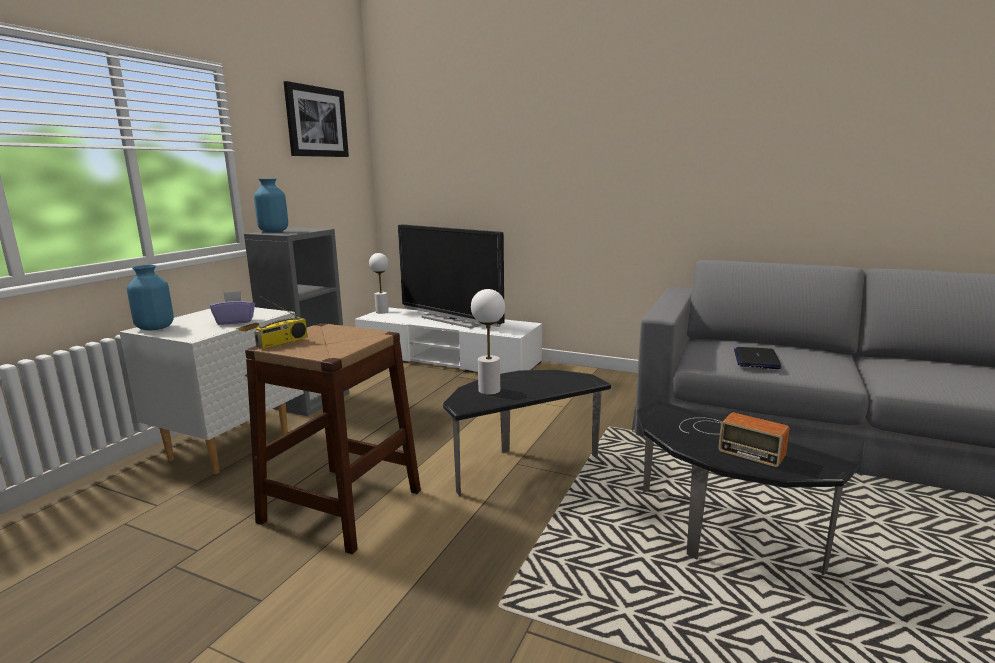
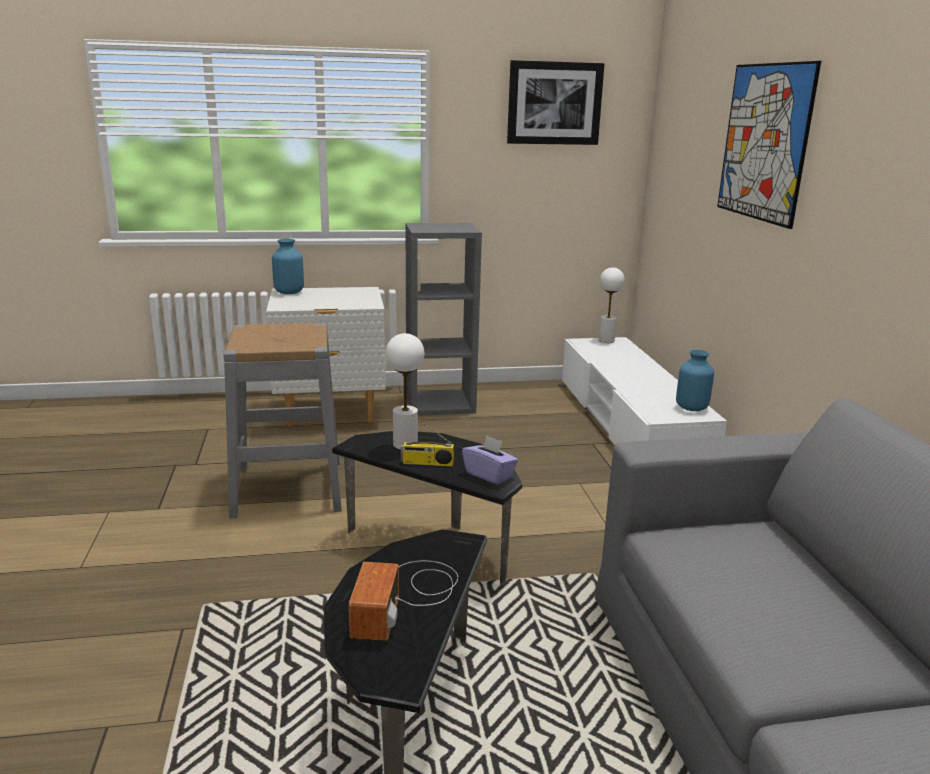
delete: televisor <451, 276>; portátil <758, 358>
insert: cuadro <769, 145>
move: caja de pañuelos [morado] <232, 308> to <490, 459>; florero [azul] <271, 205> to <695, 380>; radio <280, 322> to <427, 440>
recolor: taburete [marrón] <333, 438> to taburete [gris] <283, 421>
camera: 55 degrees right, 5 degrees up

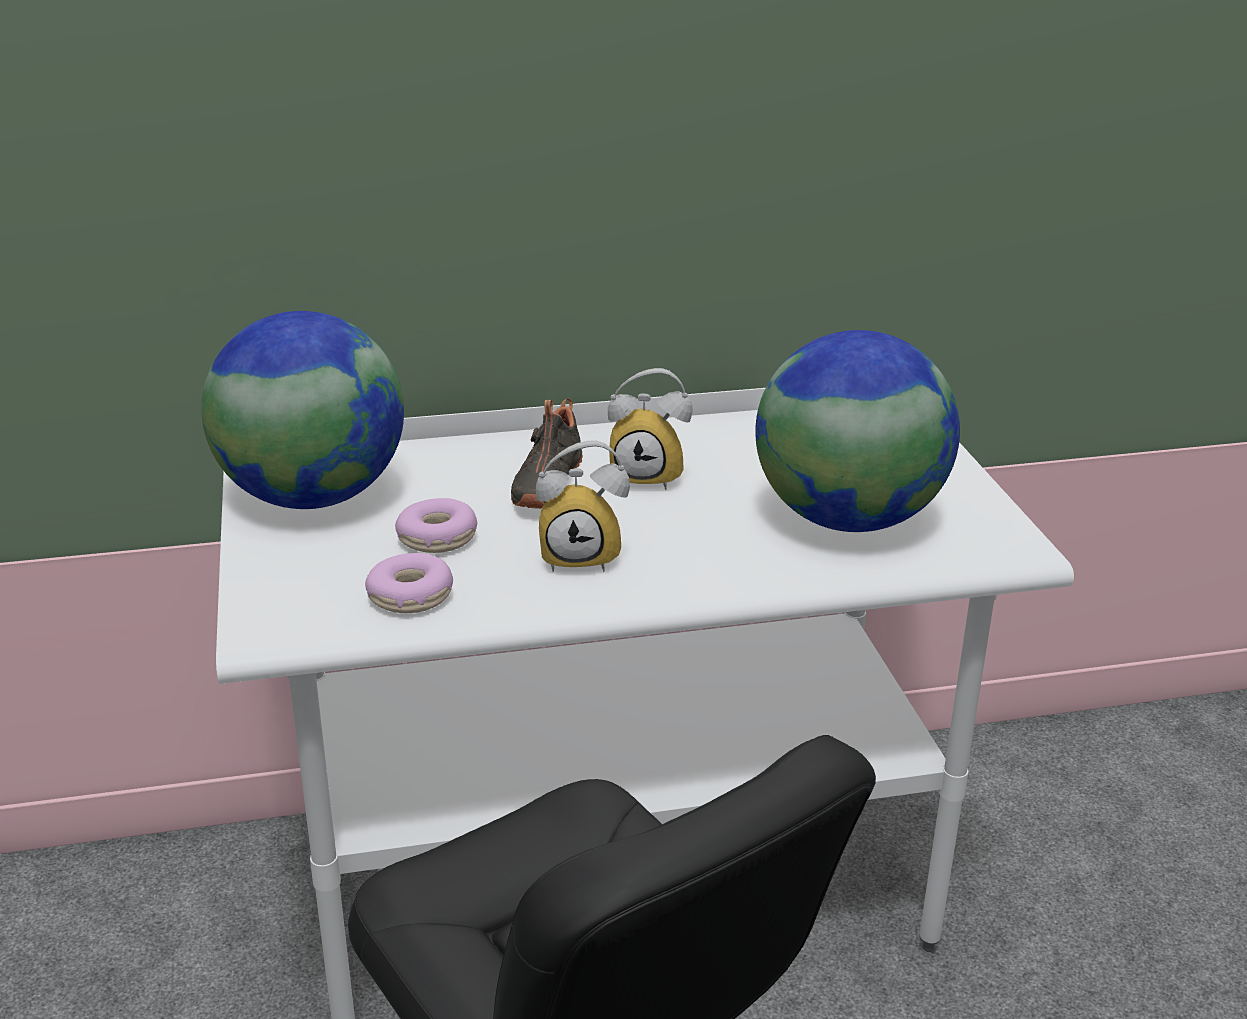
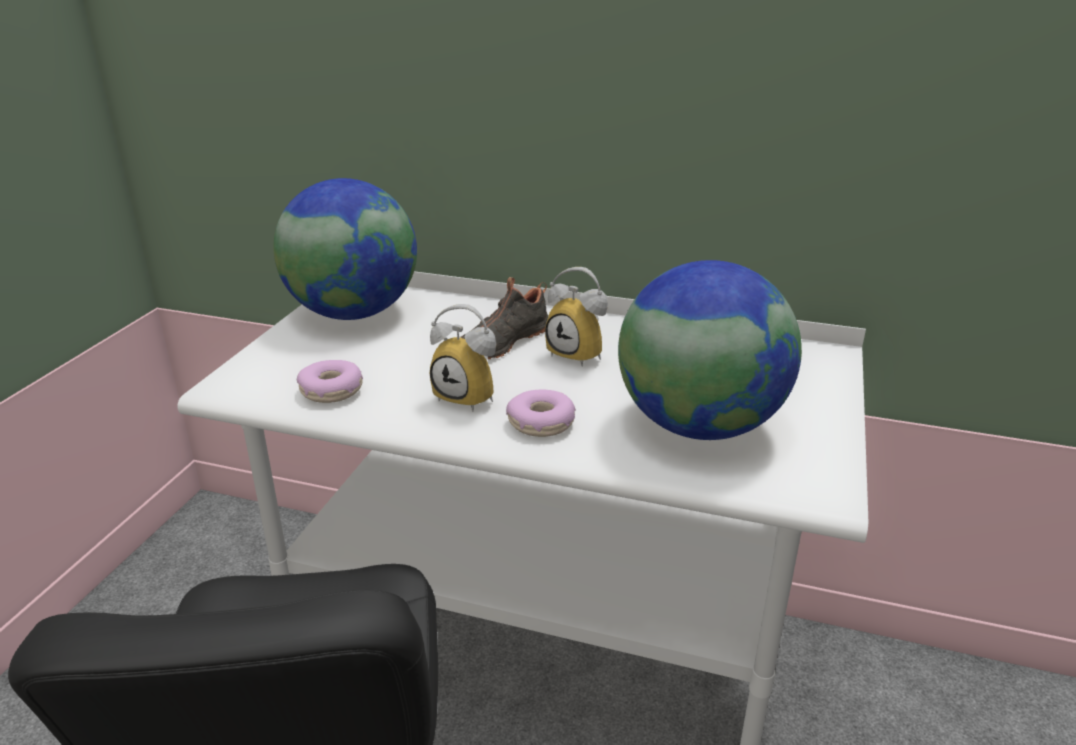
move: rosquilla <436, 525> to <541, 413>
camera: 30 degrees right, 0 degrees up

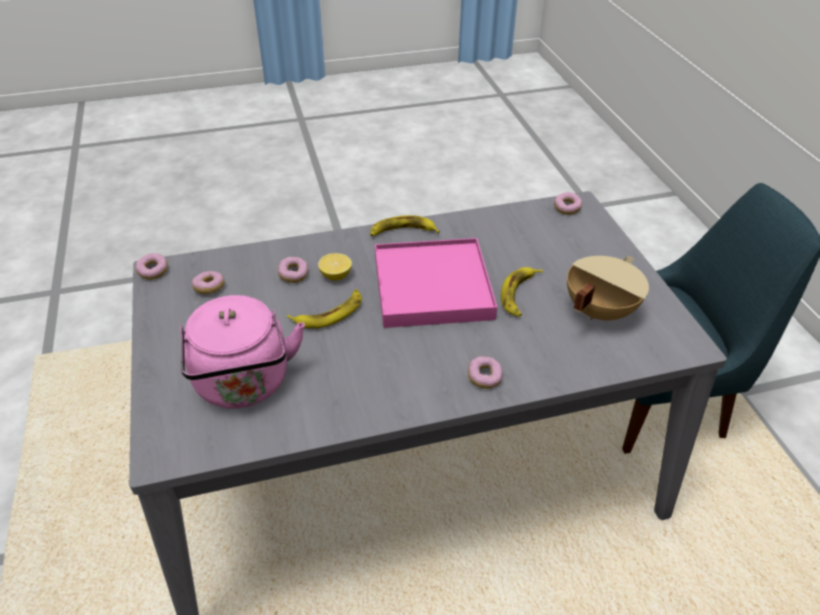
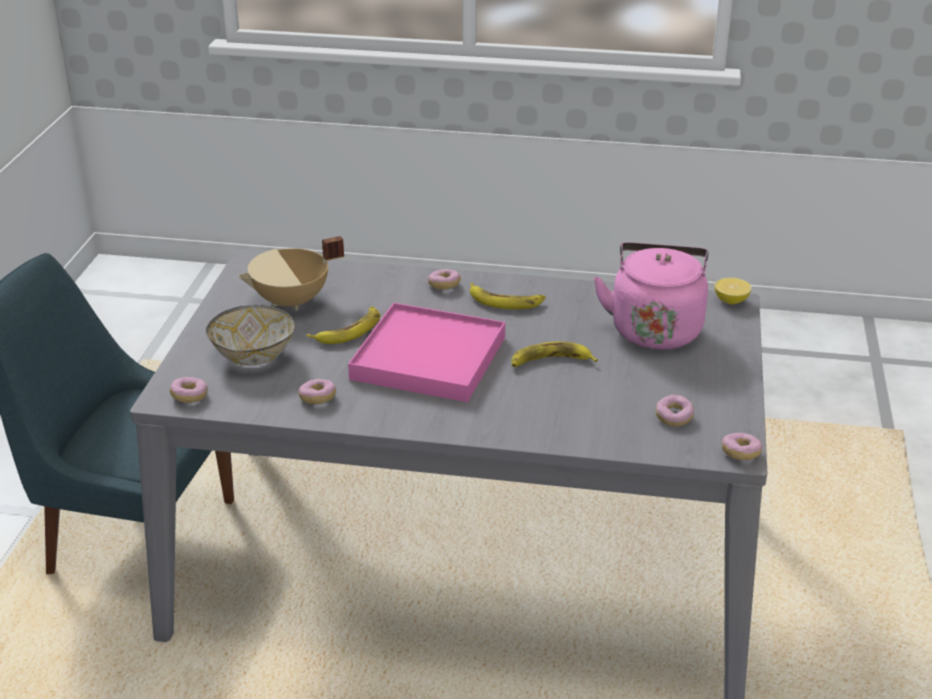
insert: cuenco <250, 335>
move: rosquilla <293, 270> to <317, 391>; limón <335, 266> to <732, 291>; plátano <405, 225> to <508, 296>
camera: 155 degrees left, 10 degrees down

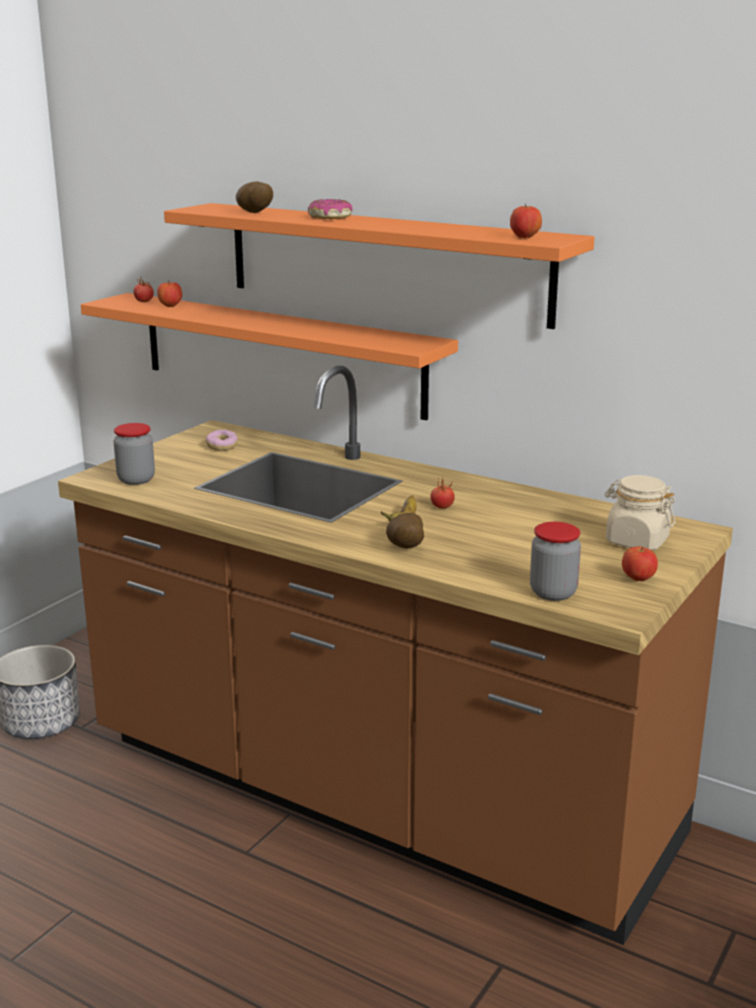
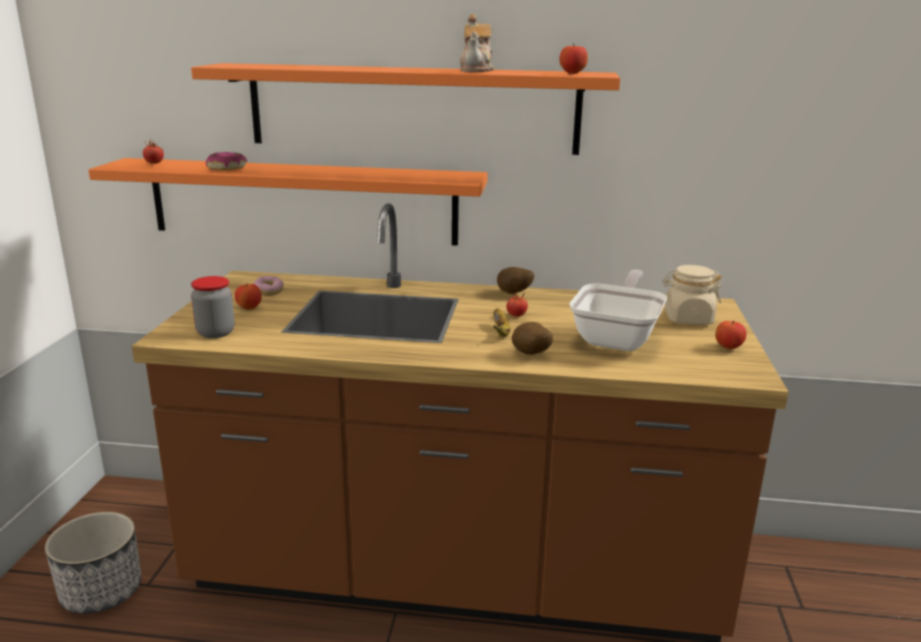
delete: tarro <555, 561>
insert: tetera <477, 43>; sartén <618, 310>
move: manzana <169, 294> to <248, 297>; patata <254, 197> to <515, 280>; rosquilla <330, 209> to <226, 161>
camera: 25 degrees left, 0 degrees up

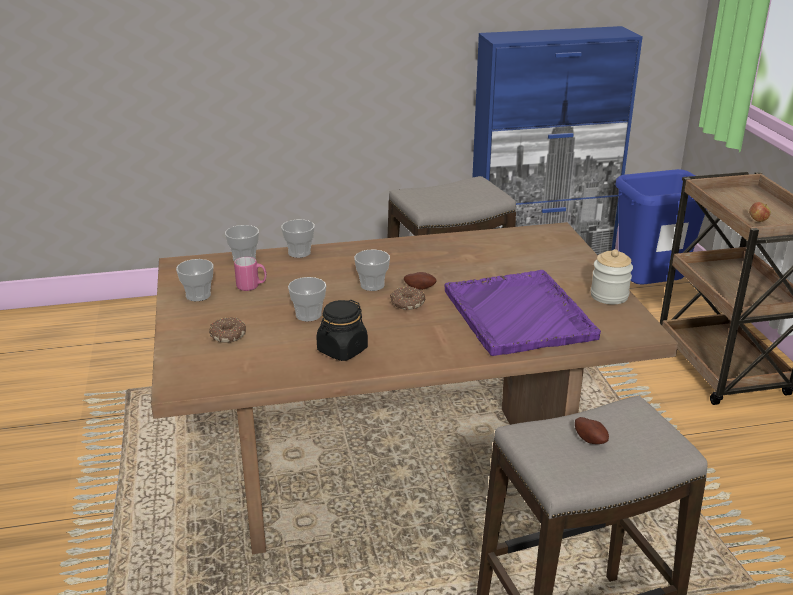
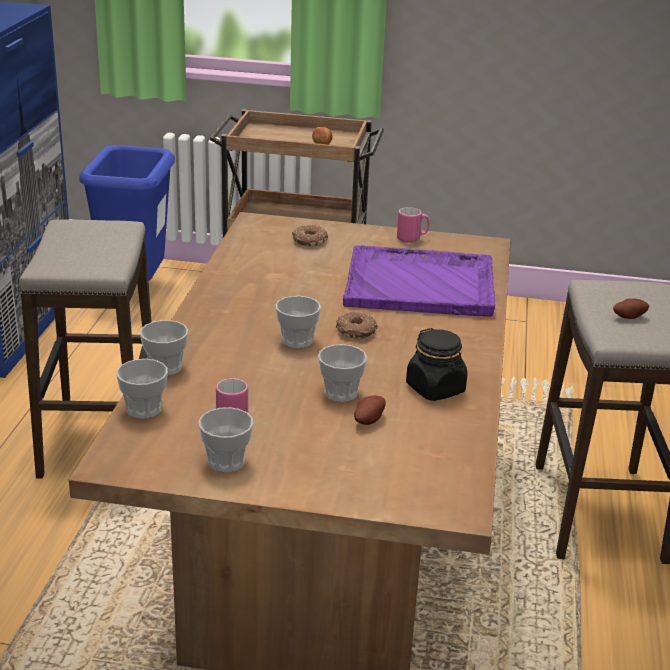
move: rosquilla <227, 330> to <310, 236>; patata <420, 281> to <370, 410>
replace: tarro <612, 276> to taza grande [rosa] <413, 224>
camera: 70 degrees left, 0 degrees up

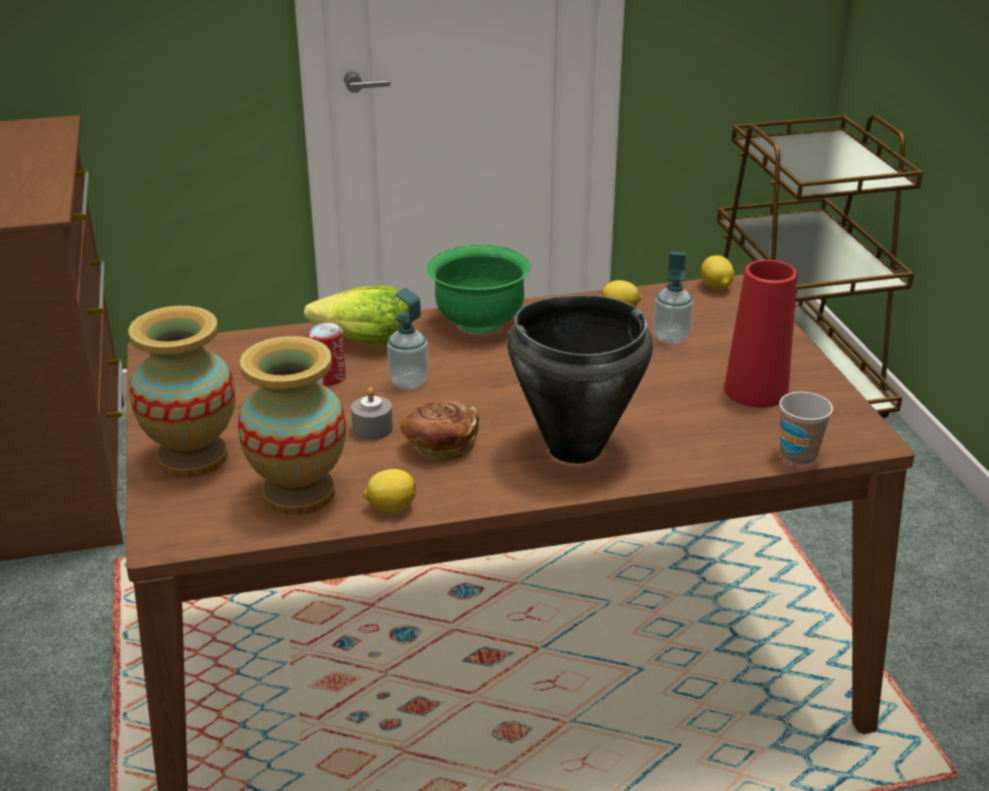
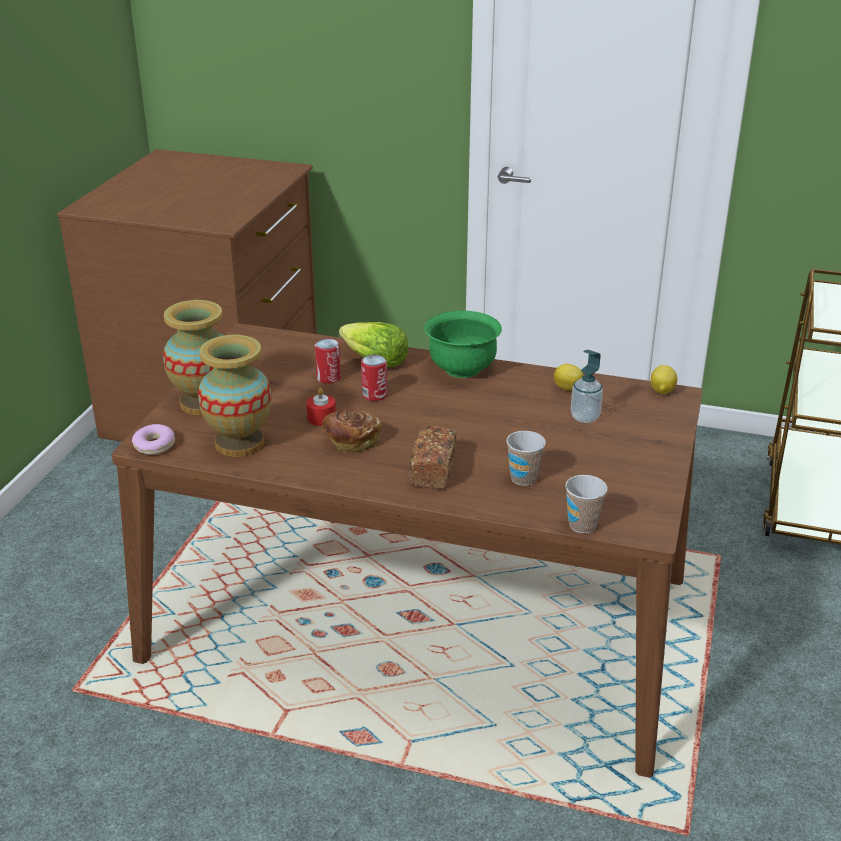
delete: limón <389, 490>; florero [rojo] <760, 334>
insert: rosquilla <153, 439>; taza <526, 458>
replace: dispensador de jabón <407, 338> to lata <374, 378>; olla [negro] <580, 379> to pan <433, 457>
recolor: vela [gris] <372, 413> to vela [rojo] <321, 407>
camera: 30 degrees right, 0 degrees up

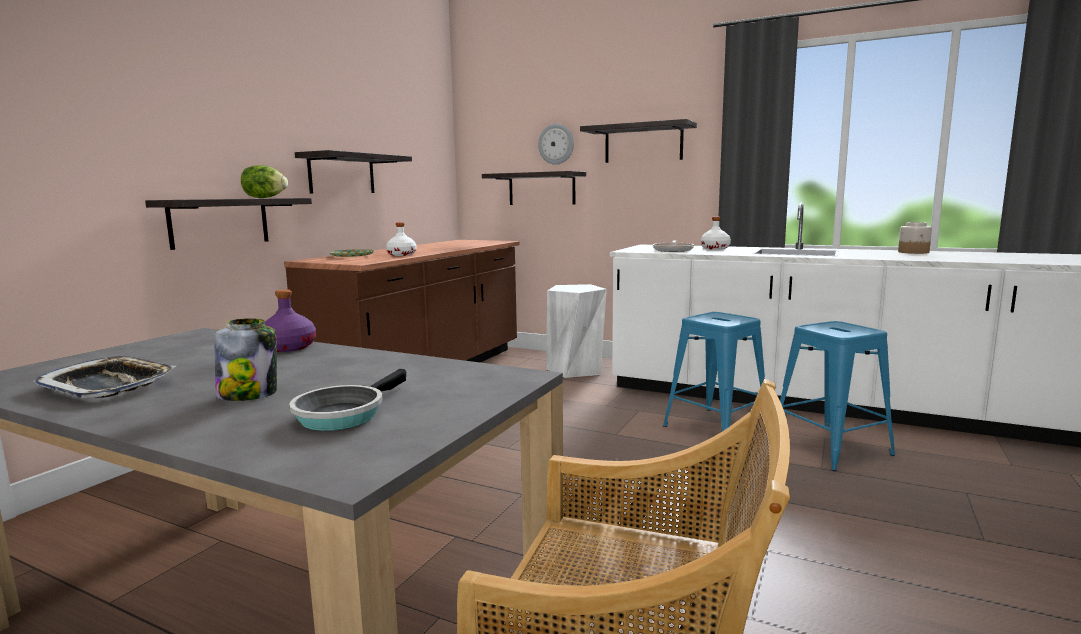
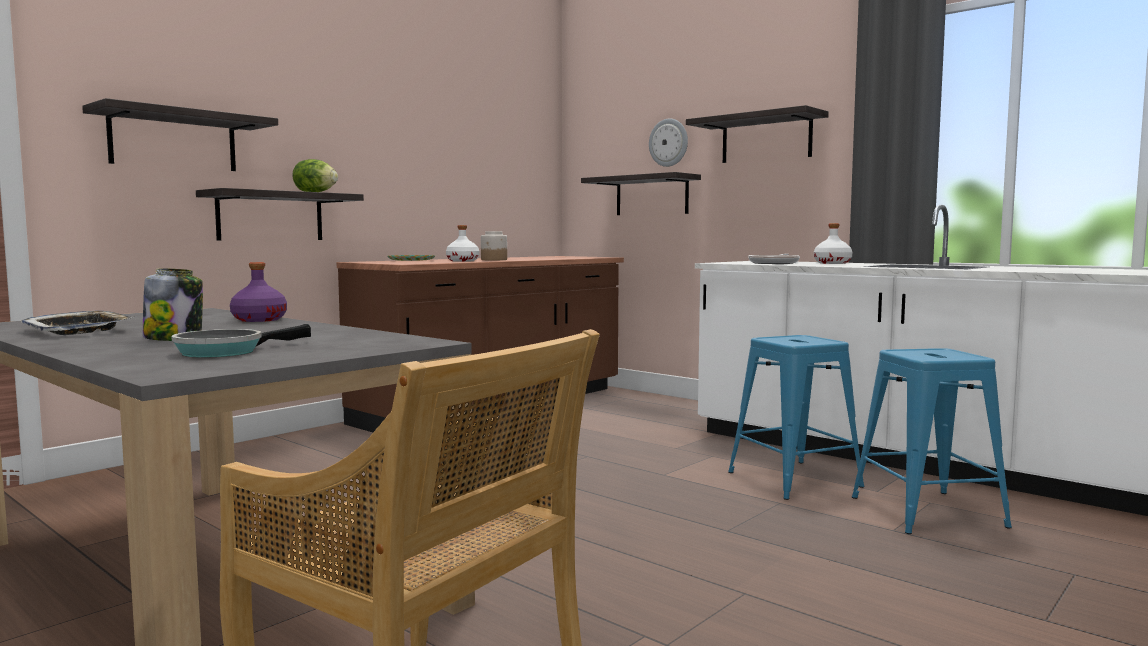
delete: taburete [blanco] <576, 331>
move: estante <353, 171> to <180, 134>; tarro <915, 238> to <494, 245>
camera: 15 degrees right, 5 degrees down

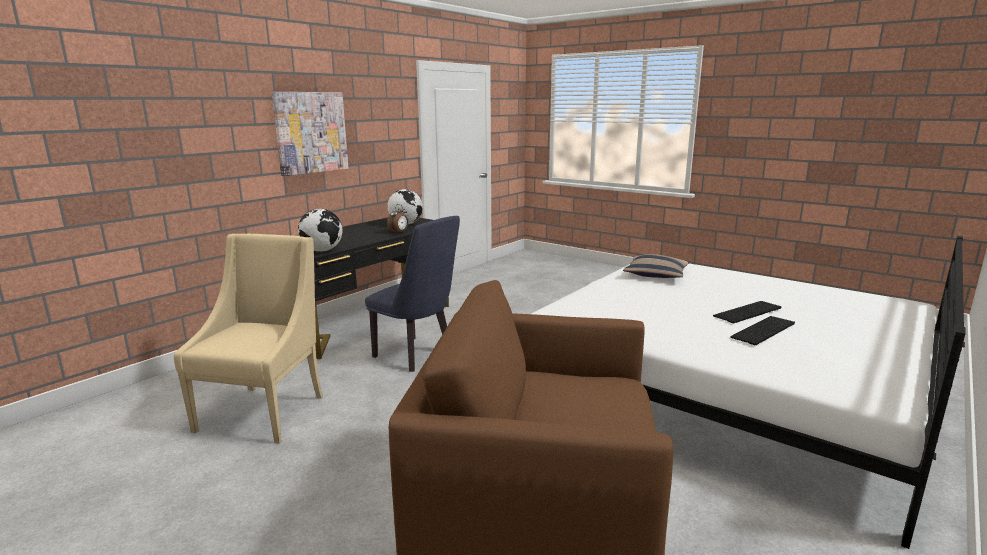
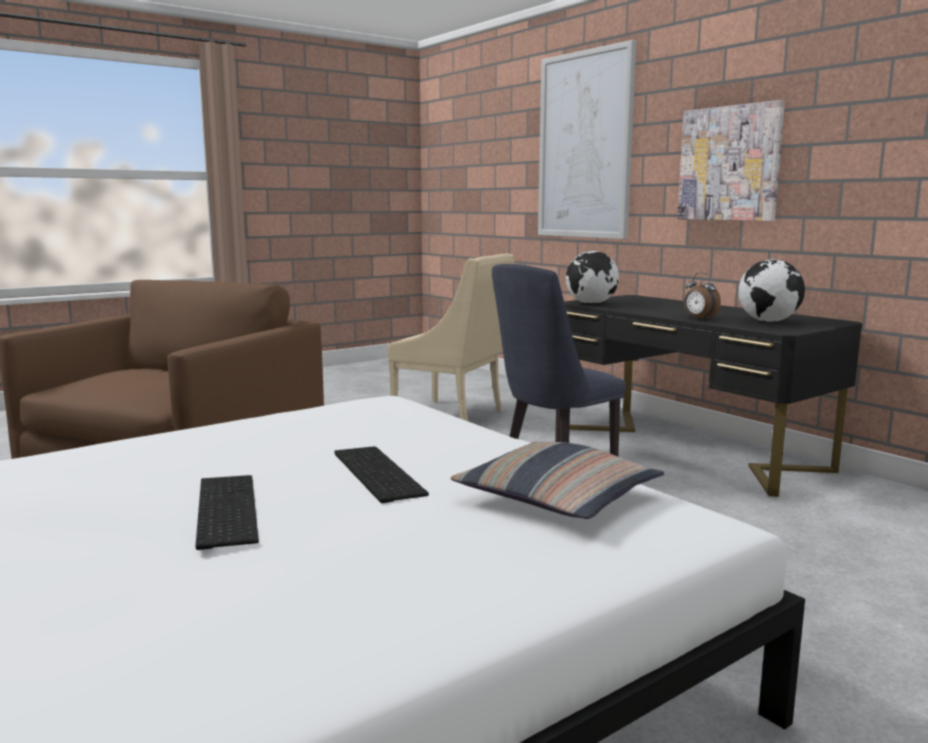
insert: cuadro <587, 139>
move: teclado <762, 330> to <381, 474>
camera: 105 degrees right, 5 degrees down

